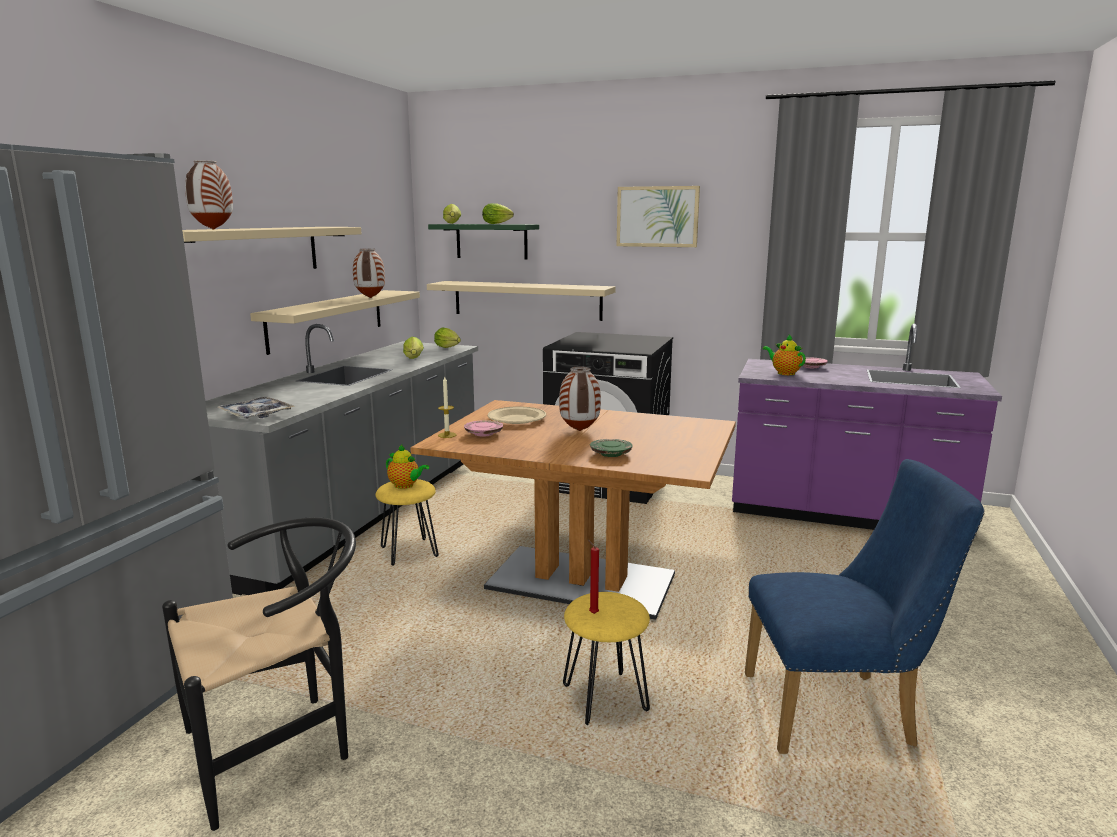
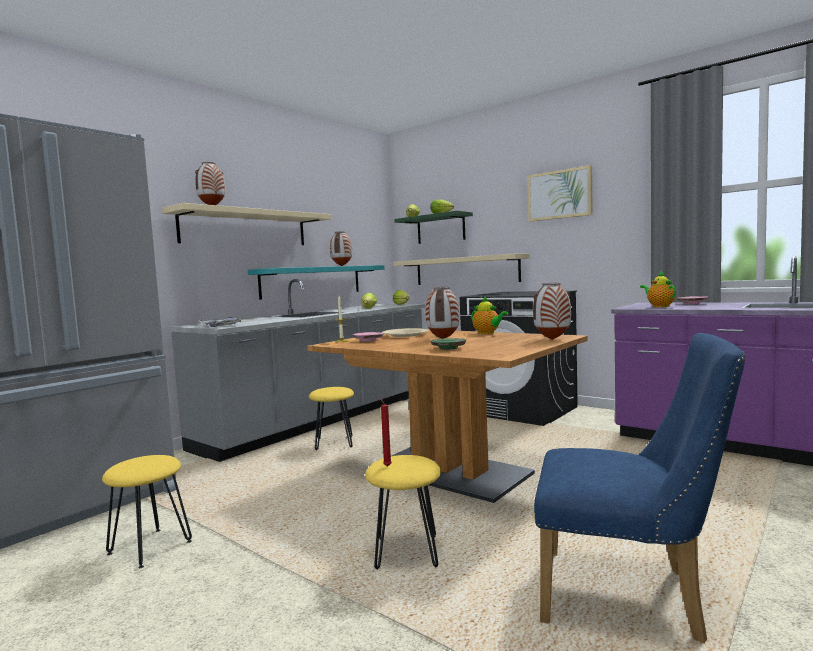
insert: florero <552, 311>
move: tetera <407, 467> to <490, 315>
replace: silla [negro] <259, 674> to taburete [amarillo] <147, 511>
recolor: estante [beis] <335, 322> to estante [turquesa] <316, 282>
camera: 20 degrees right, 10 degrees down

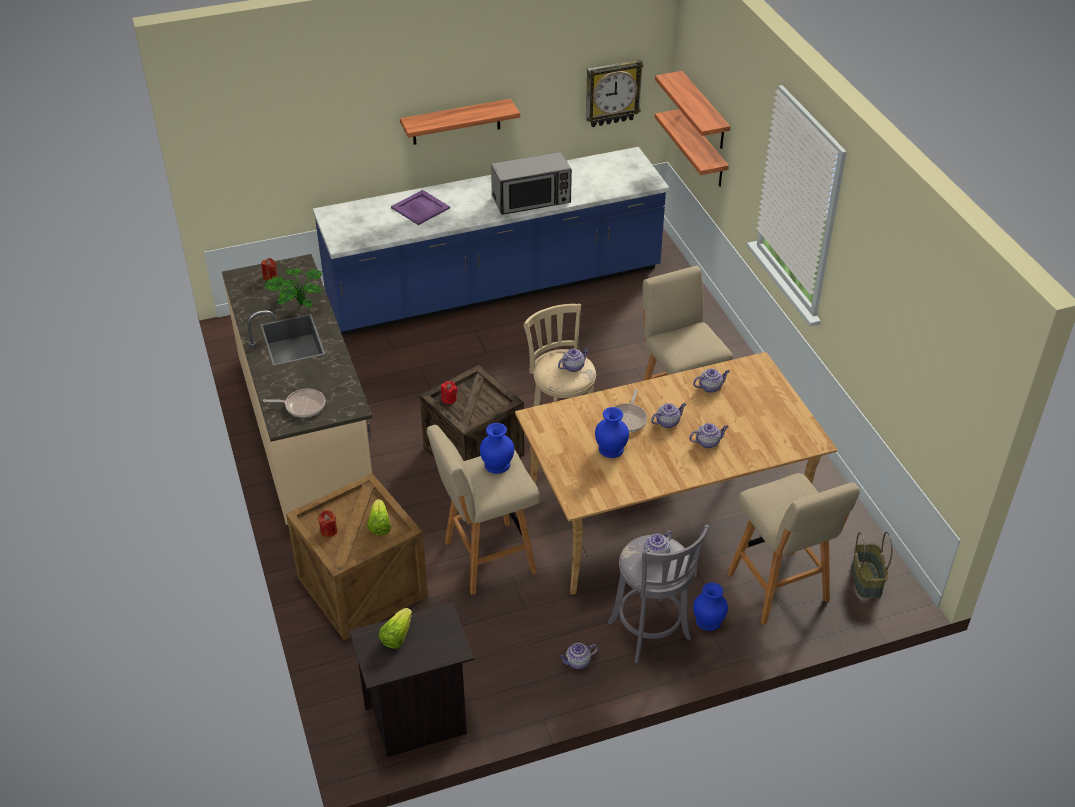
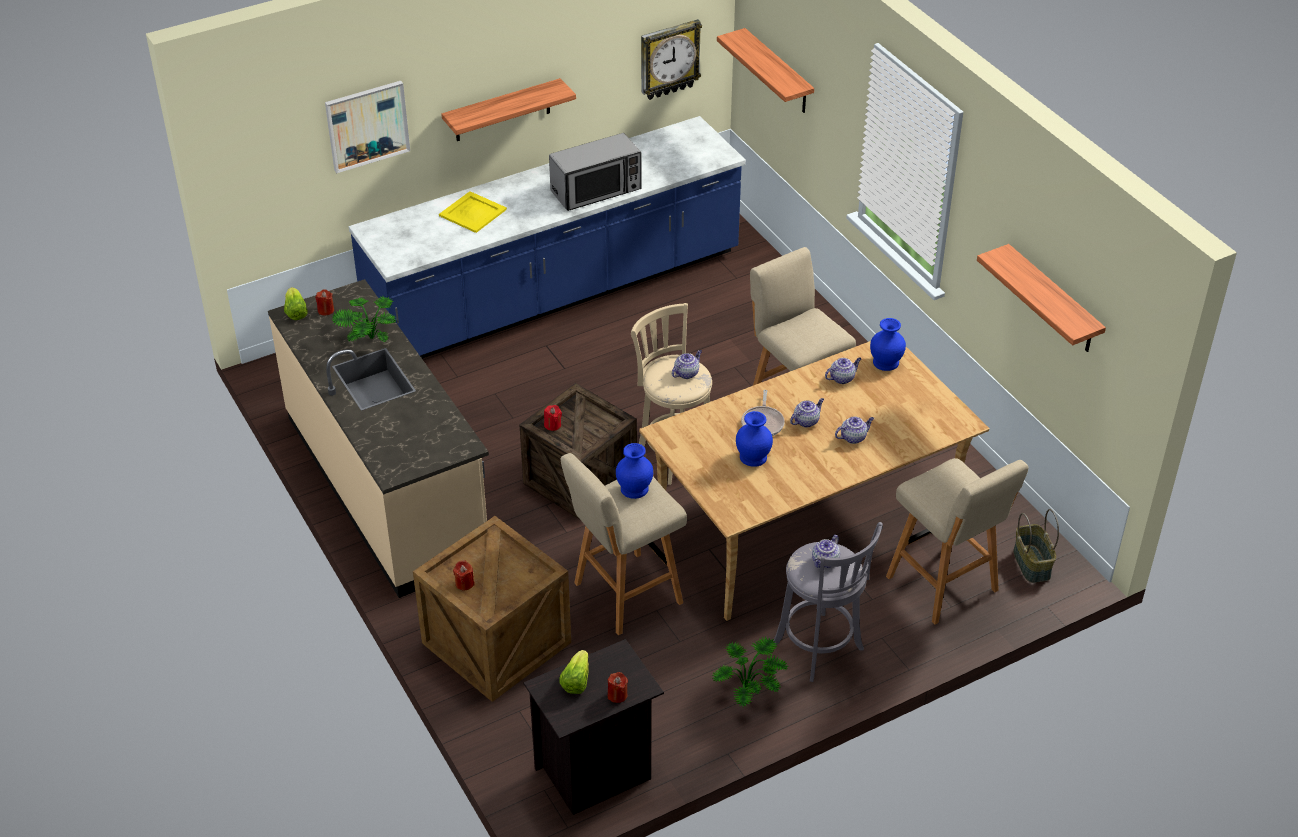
delete: sartén <294, 402>
insert: cuadro <367, 127>; vela [rojo] <618, 687>
move: lechuga <379, 517> to <296, 303>; estante <692, 148> to <1041, 298>; florero [azul] <710, 607> to <888, 344>
replace: tetera <578, 656> to planta en maceta <750, 672>
recolor: bandeja [morado] <420, 207> to bandeja [amarillo] <473, 212>
camera: 10 degrees left, 0 degrees up

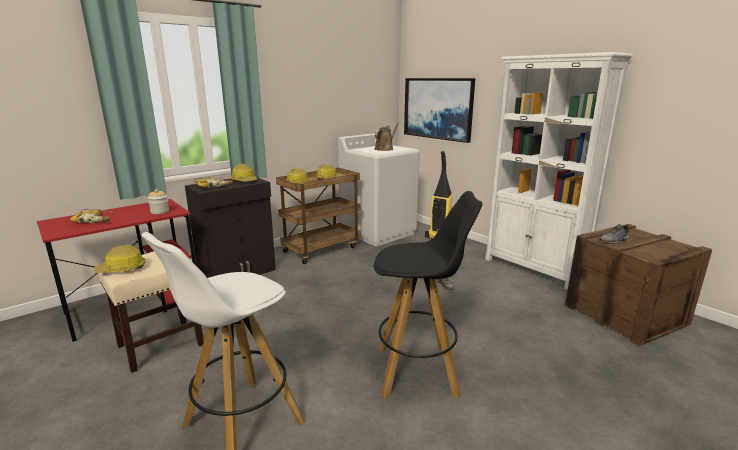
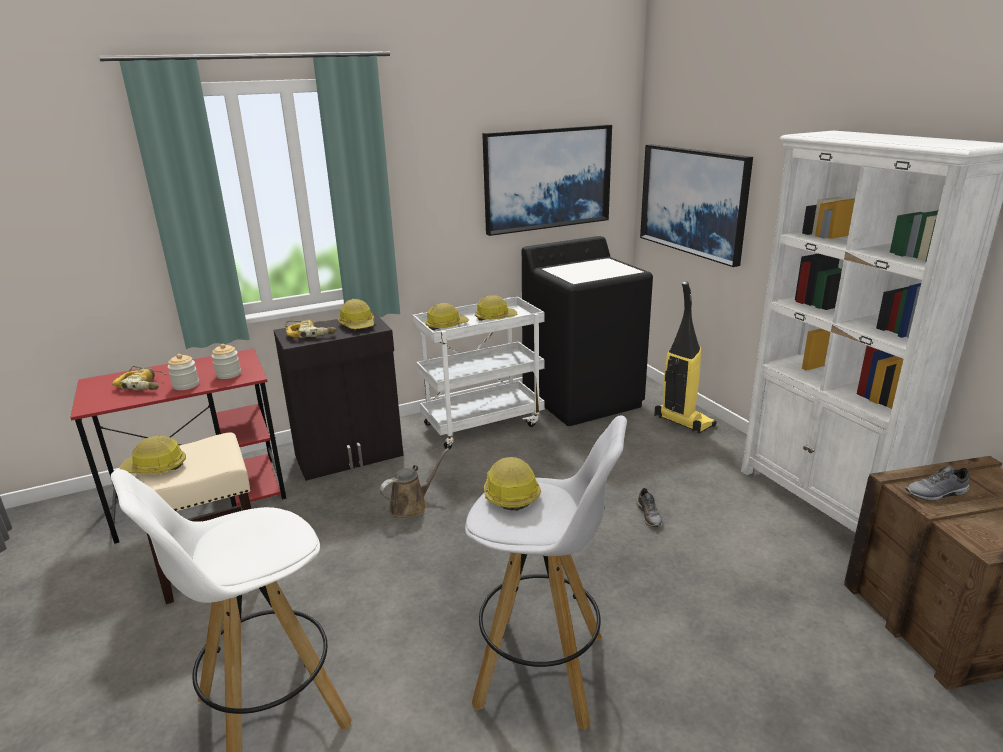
insert: tarro <183, 372>; cuadro <547, 180>; casco <512, 484>
move: regadera [marrón] <387, 136> to <414, 483>
recolor: carrito [marrón] <318, 216> to carrito [blanco] <478, 373>; lavadora [blanco] <379, 189> to lavadora [negro] <587, 331>; taburete [negro] <428, 295> to taburete [blanco] <546, 573>
camera: 15 degrees right, 5 degrees up

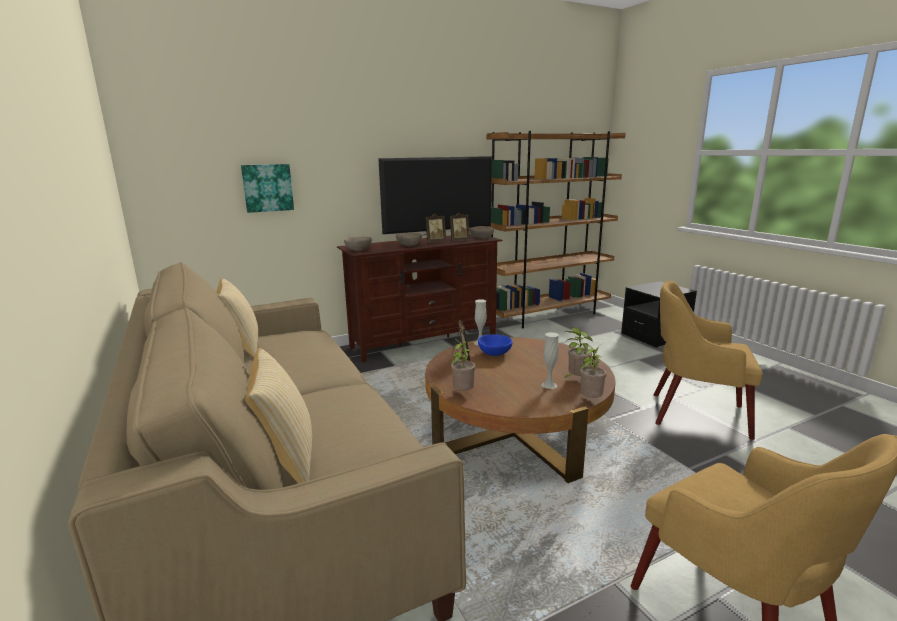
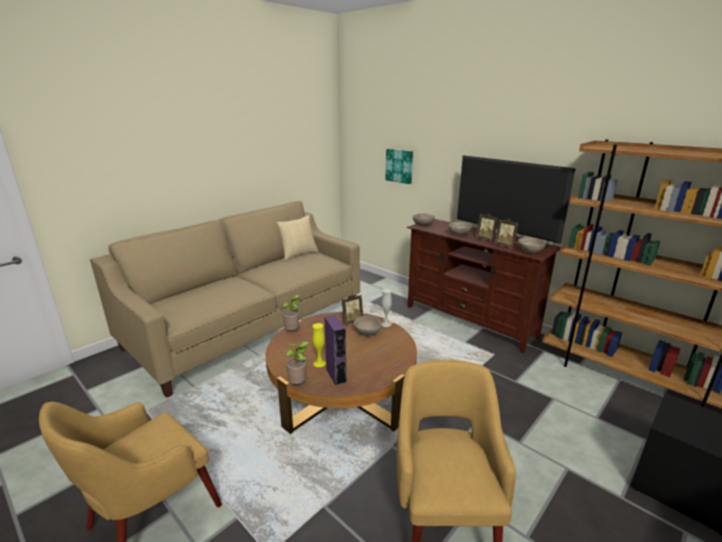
delete: cojín <278, 415>
replace: planta en maceta <578, 353> to altavoz [morado] <335, 350>
recolor: cuenco [azul] <495, 345> to cuenco [beis] <368, 326>; florero [blanco] <550, 360> to florero [amarillo] <319, 345>
camera: 70 degrees right, 5 degrees up

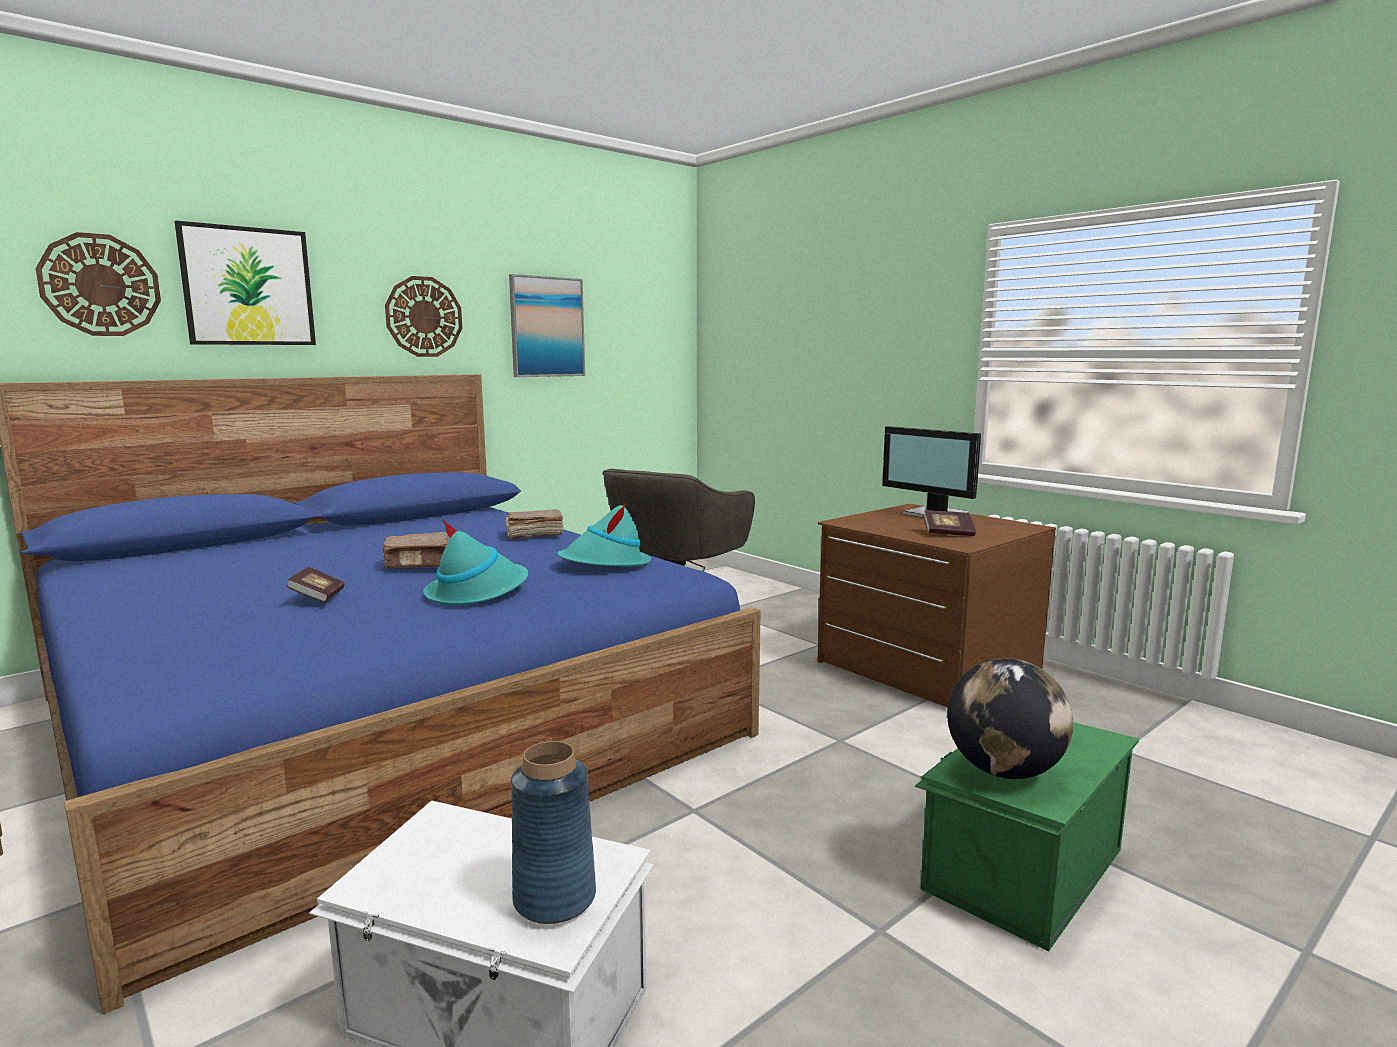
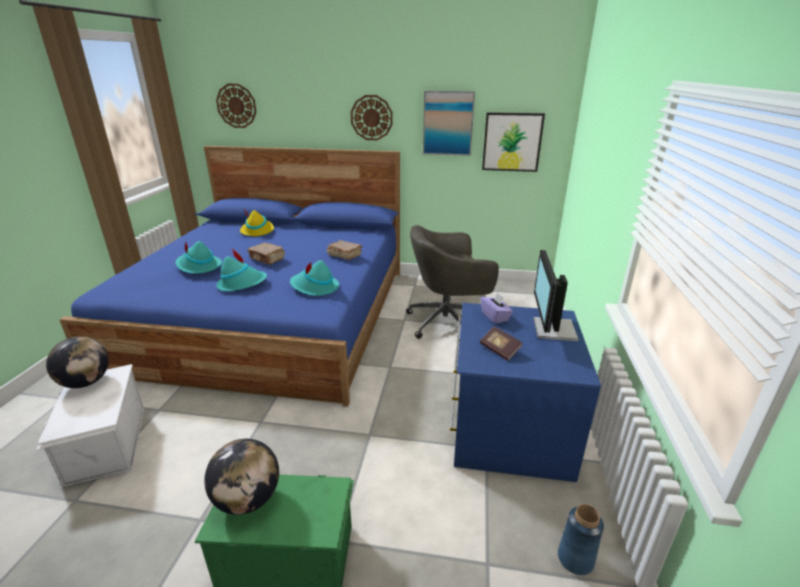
insert: globo terráqueo <77, 362>; sombrero [amarillo] <257, 222>; caja de pañuelos [morado] <496, 308>
move: cuadro <245, 283> to <513, 142>; florero [azul] <553, 832> to <581, 539>
replace: libro <315, 584> to sombrero [turquesa] <199, 257>
recolor: cómoda [marrón] <937, 605> to cómoda [azul] <525, 392>
camera: 50 degrees right, 15 degrees up

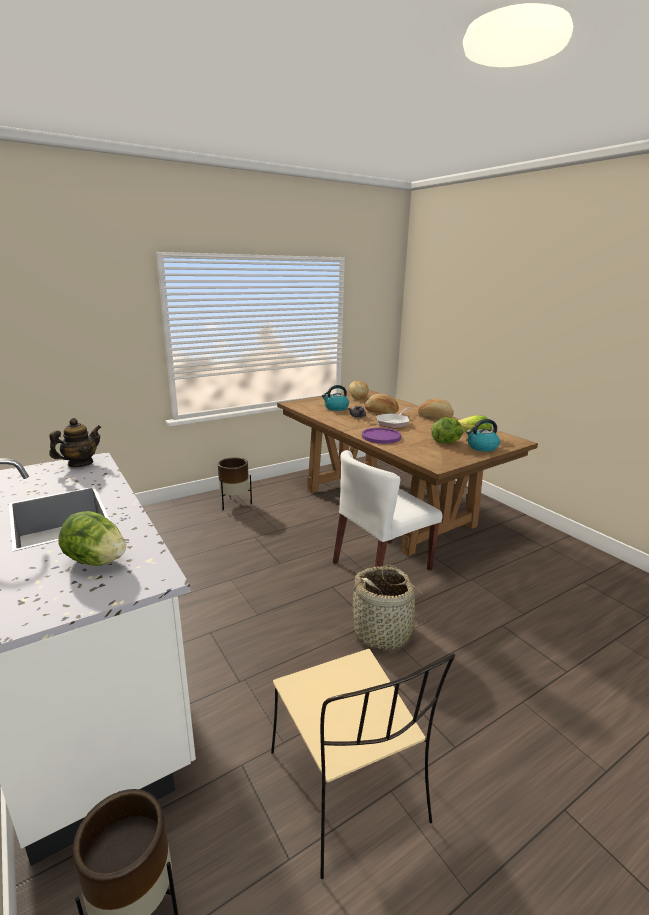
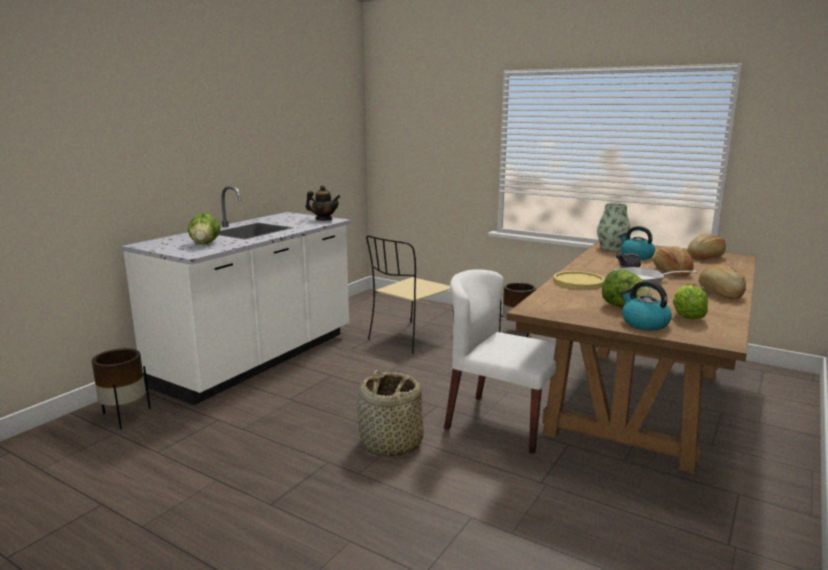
insert: florero <614, 227>
move: silla [beis] <363, 764> to <410, 294>
recolor: plato [morado] <381, 436> to plato [amarillo] <579, 280>
camera: 65 degrees right, 5 degrees down

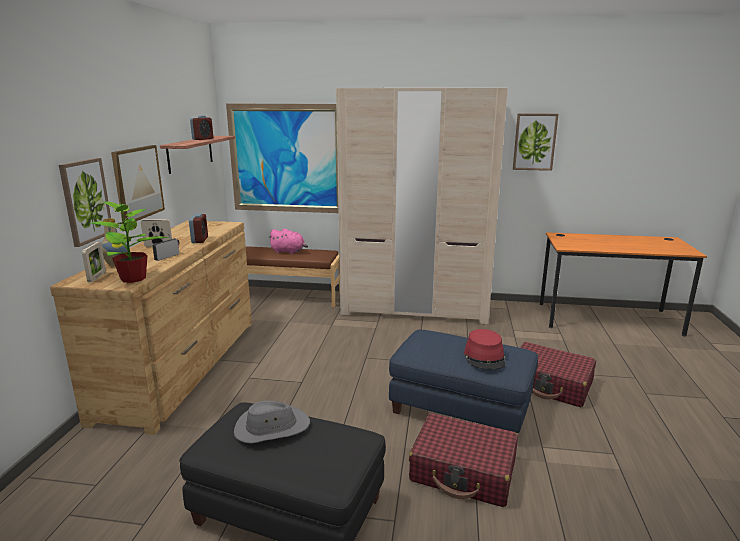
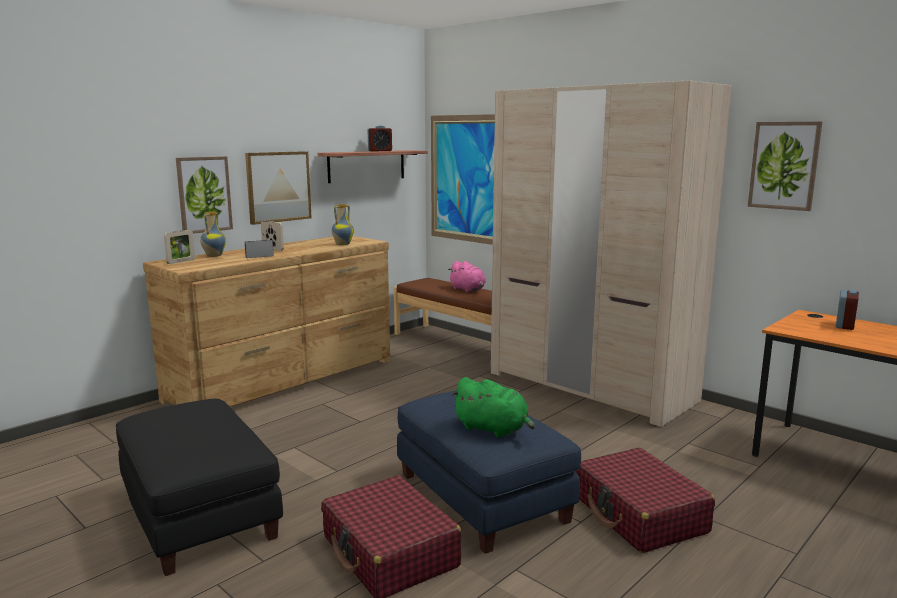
delete: planta en maceta <129, 240>; sombrero [gris] <272, 422>
insert: florero <342, 224>
move: despertador <198, 228> to <847, 309>
replace: sombrero [rojo] <485, 349> to peluche [verde] <493, 407>
camera: 35 degrees right, 5 degrees down

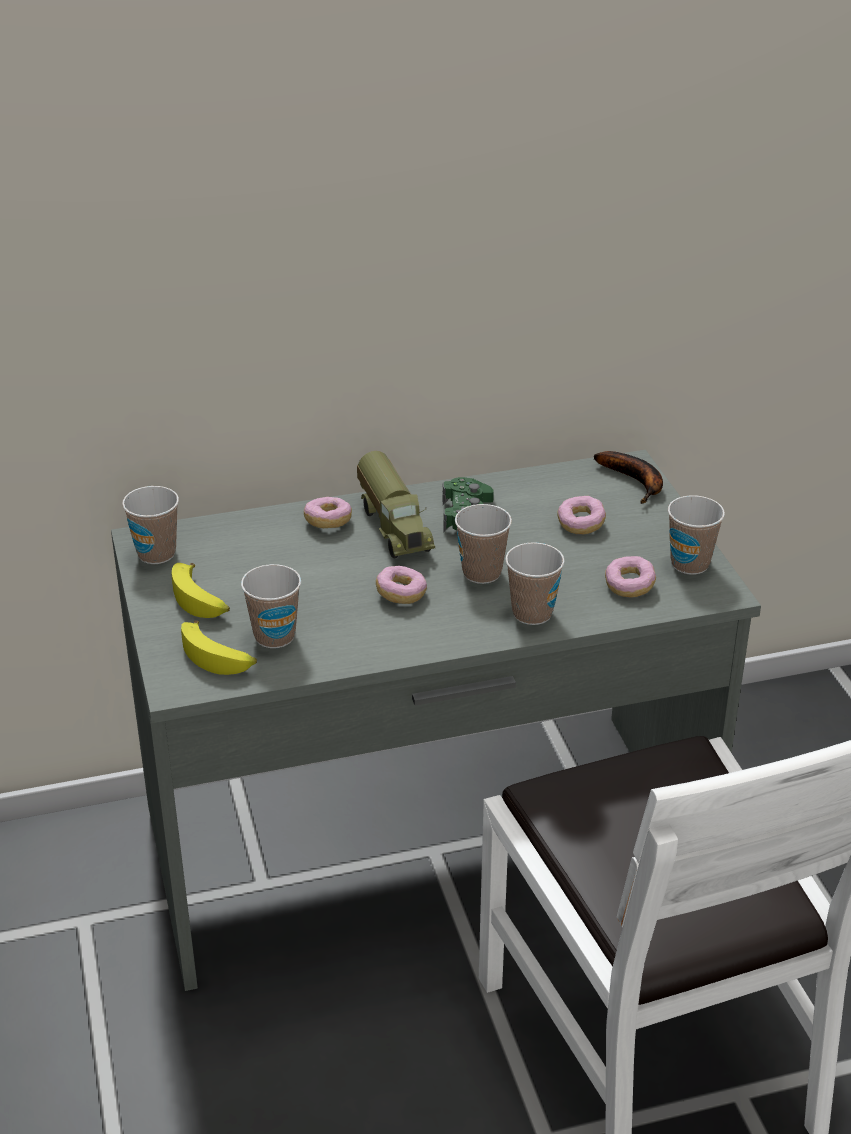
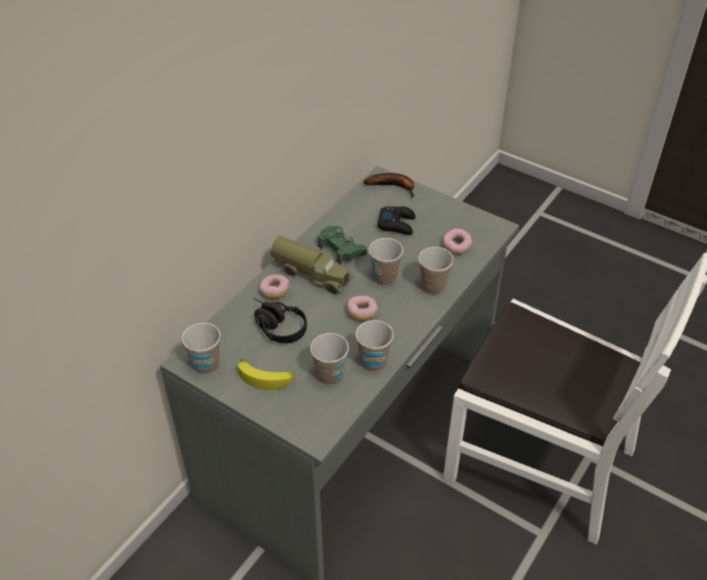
delete: plátano <219, 647>
insert: auriculares [negro] <280, 320>
move: taza <696, 535> to <375, 346>
replace: rosquilla <582, 515> to mando de consola [negro] <396, 220>
camera: 40 degrees left, 10 degrees up

